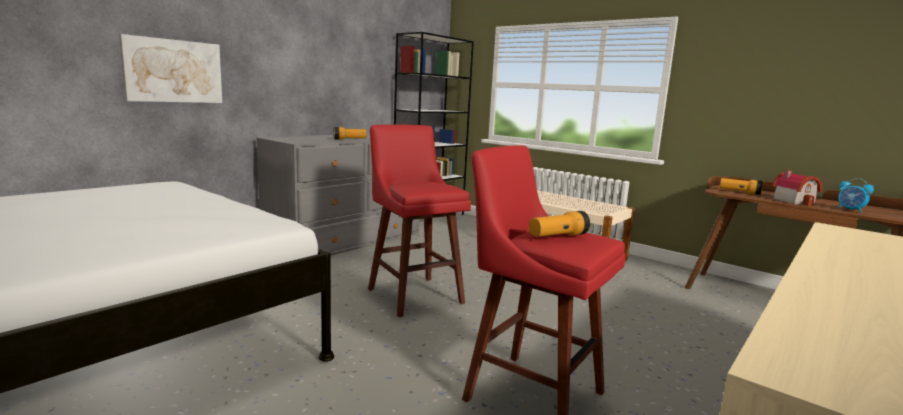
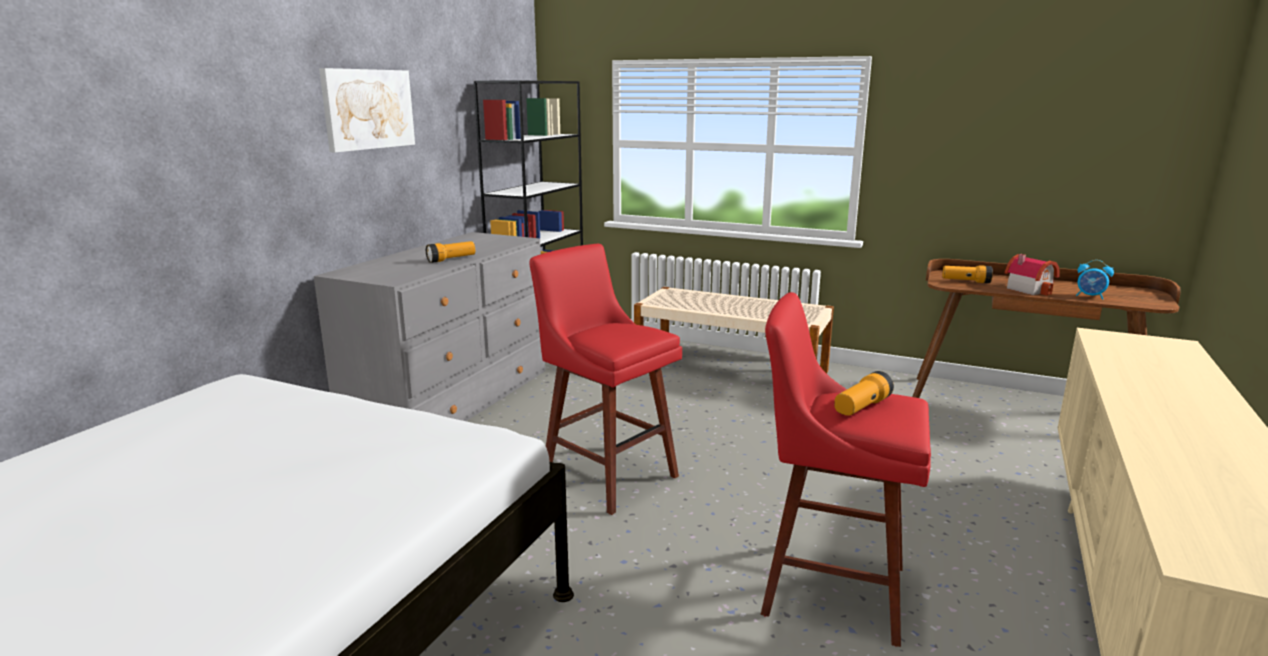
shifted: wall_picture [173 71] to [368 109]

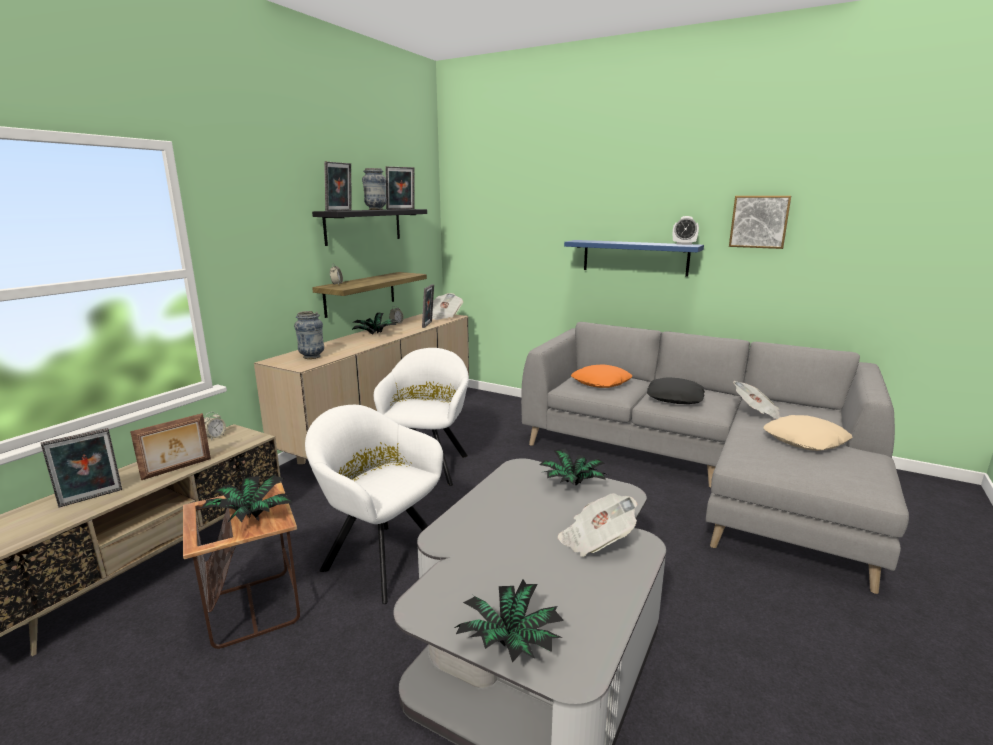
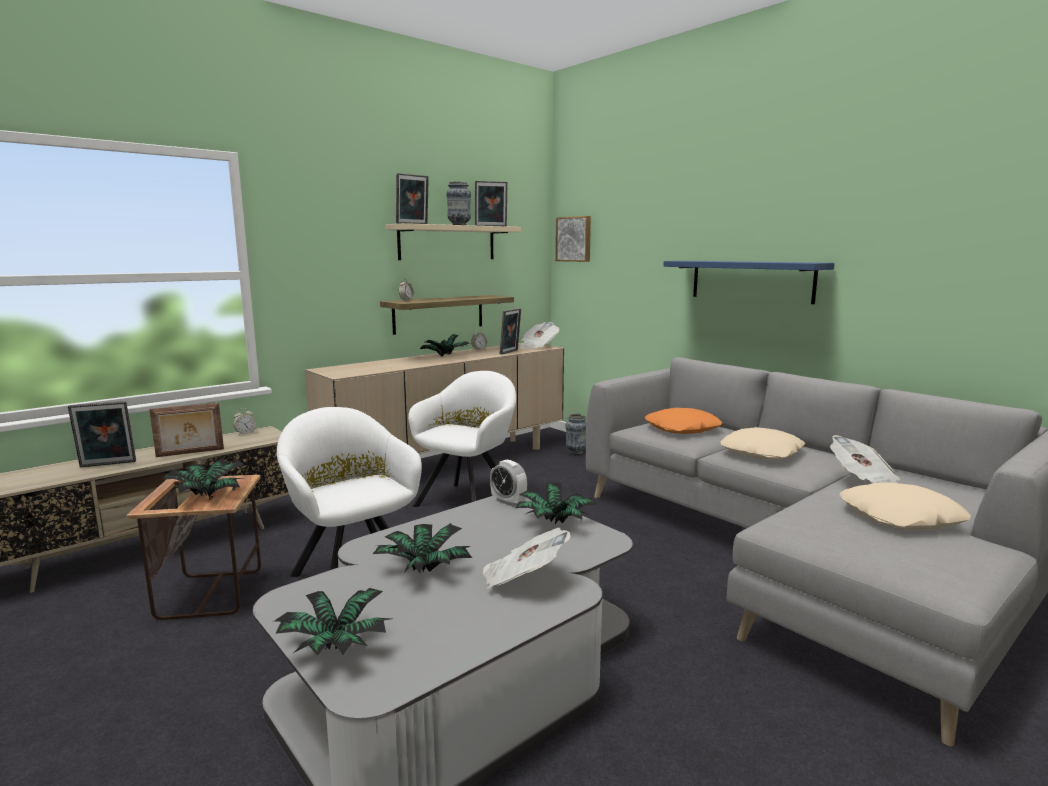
new: potted_plant [423 569]
shifted: decorative_vase [312 357] to [576 452]; bedside_clock [684 244] to [508 502]; wall_picture [759 221] to [574 239]
repainted: blackish_wall_shelf [363 226] to sand-coloured_wall_shelf [447 243]; blackish_throw_pillow [675 397] to sand-coloured_throw_pillow [762 453]

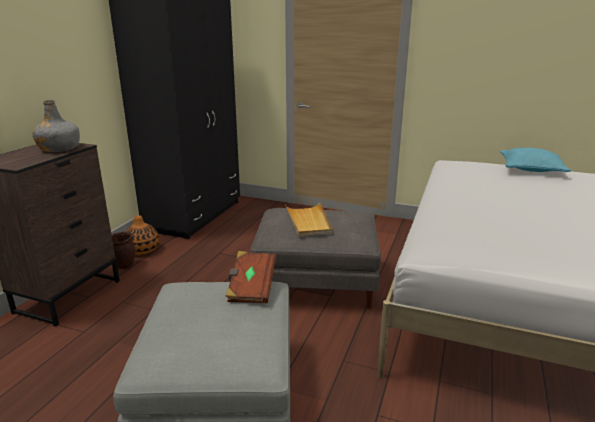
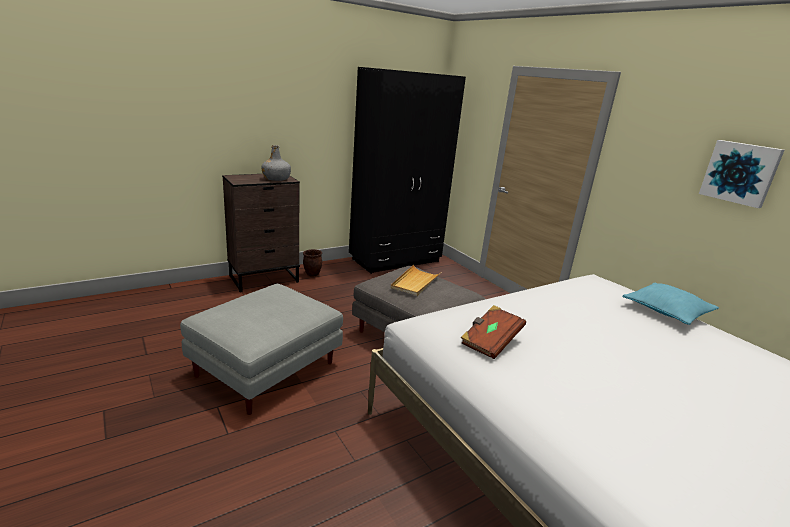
gone: decorative_vase [142 250]
new: wall_picture [740 173]
shifted: brownish_bound_book [251 288] to [490 342]

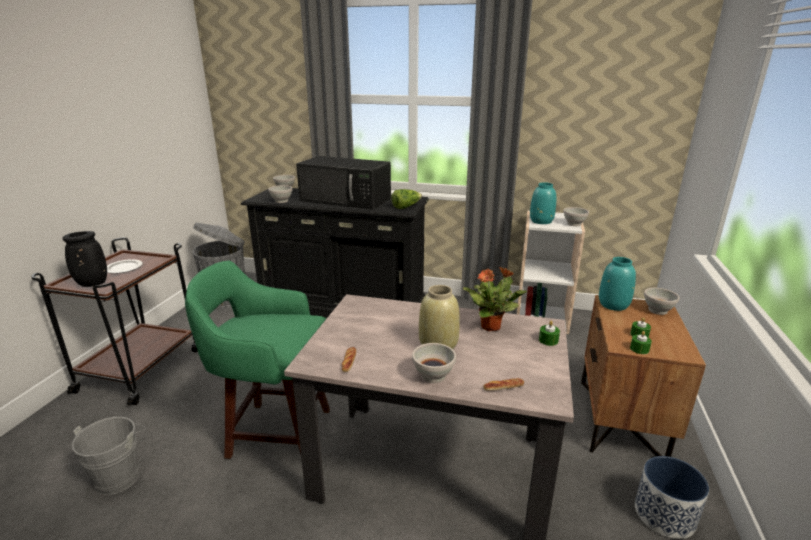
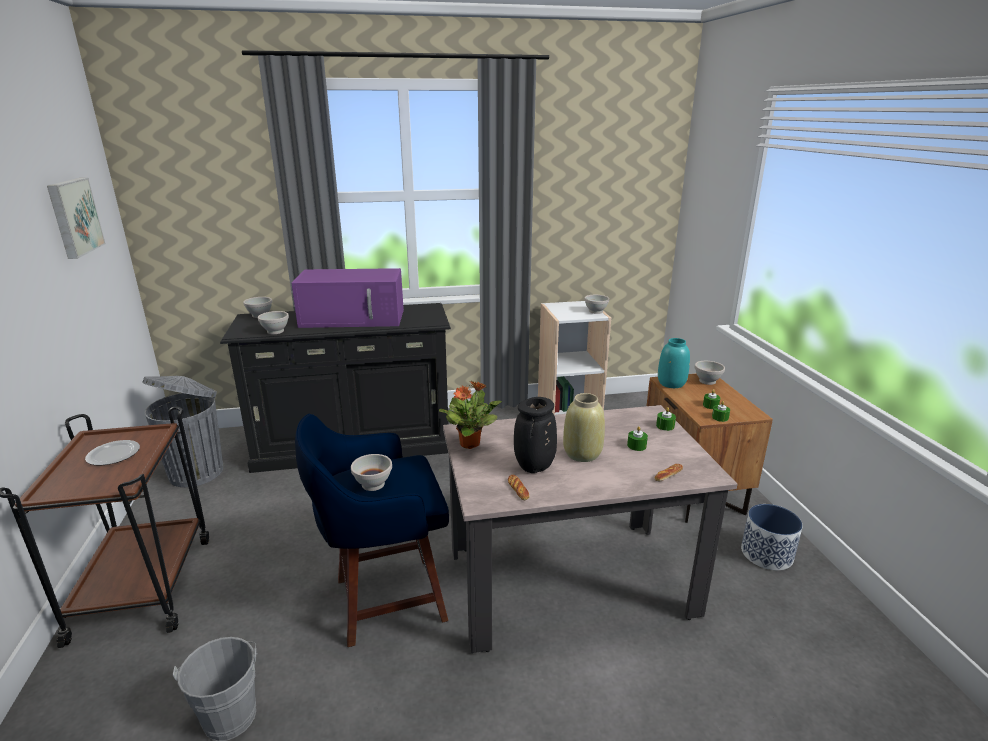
gone: lettuce_head [406 207]; turquoise_decorative_vase [541 221]
new: wall_picture [73 217]; green-coloured_candle [636 446]
shifted: blackish_decorative_vase [91 284] to [534 467]; white_serving_bowl [434 376] to [374 484]; potted_plant [491 326] to [470 443]
repainted: green-coloured_stool [275 432] to bluish_stool [384 601]; blackish_microwave [347 199] to purple_microwave [354 318]

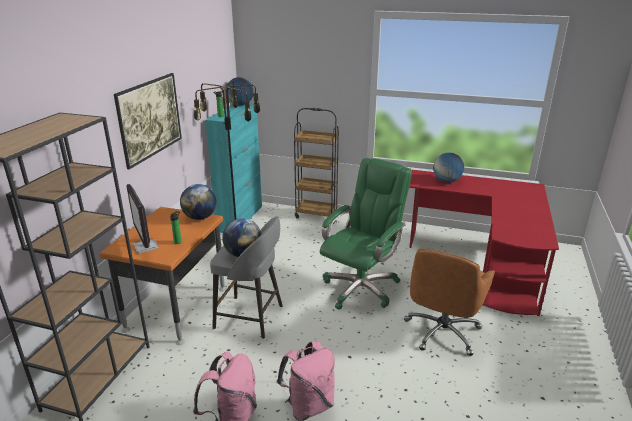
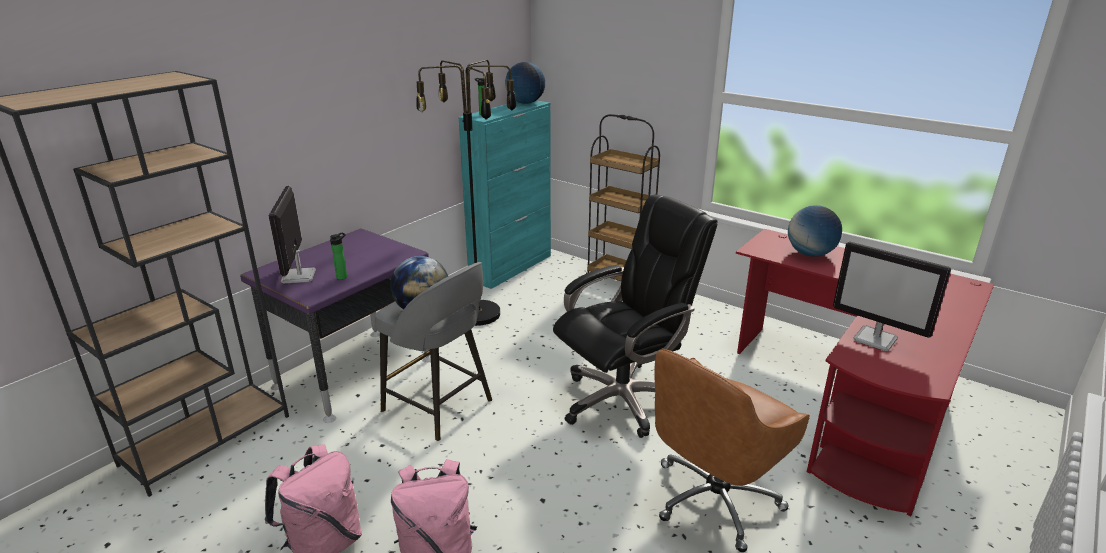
gone: wall_picture [152 135]; globe [200 217]
new: monitor [876 339]
repainted: orange_desk_unit [176 308] to purple_desk_unit [354 371]; green-coloured_desk_chair [361 287] to blackish_desk_chair [623 399]

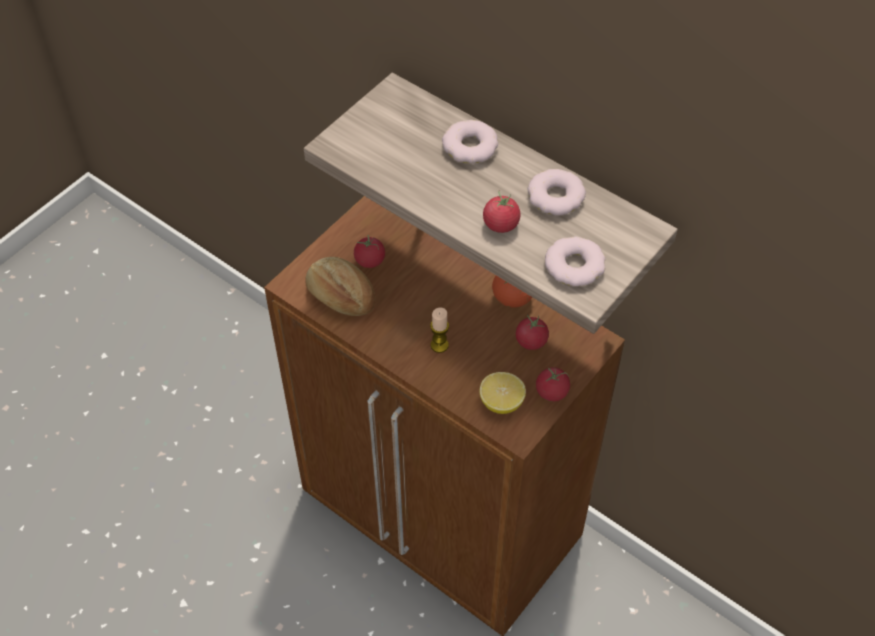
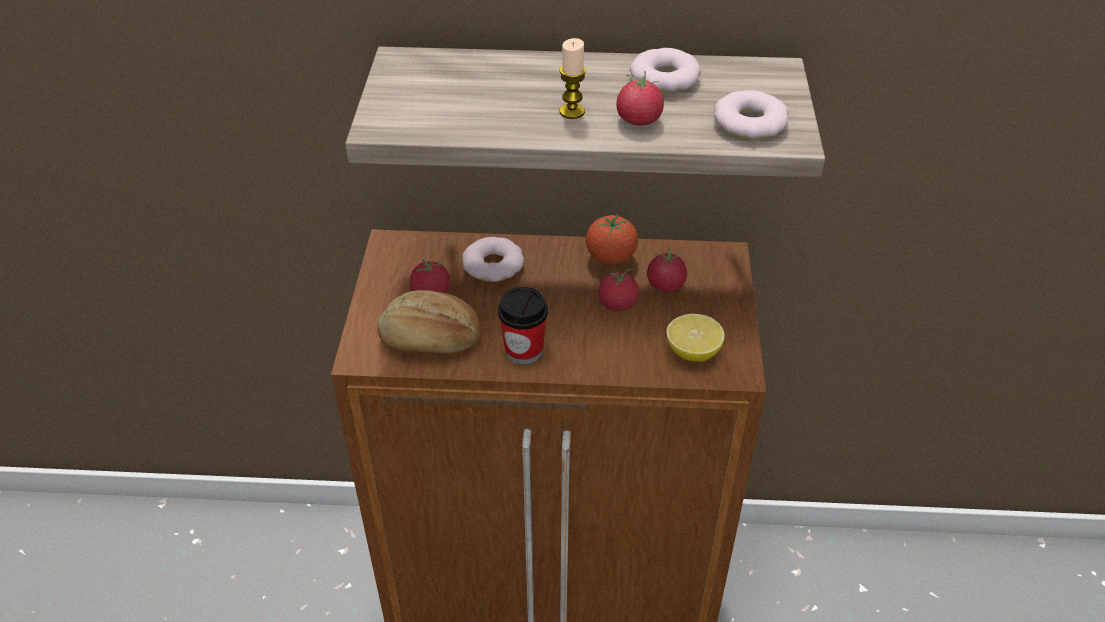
new: drinking_cup [524 351]
shifted: candle [439 345] to [572 111]; donut [470 147] to [493 265]; whole_tomato [551 392] to [618 304]

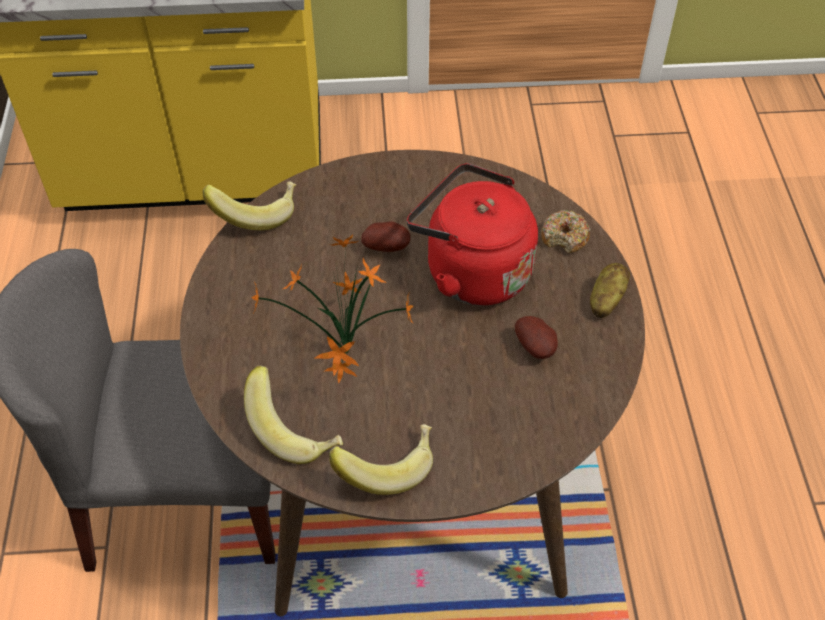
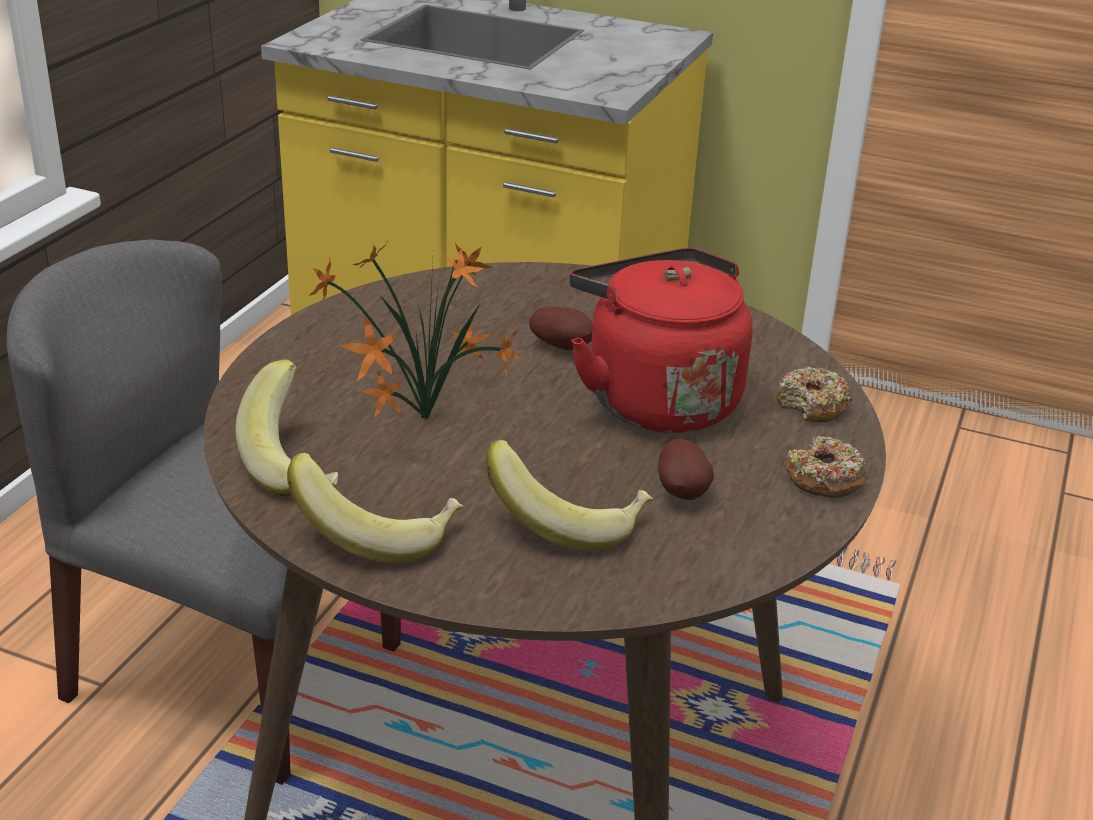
shifted: whole_banana [256 213] to [568 523]
swapped: spud [605 300] to donut [824 479]

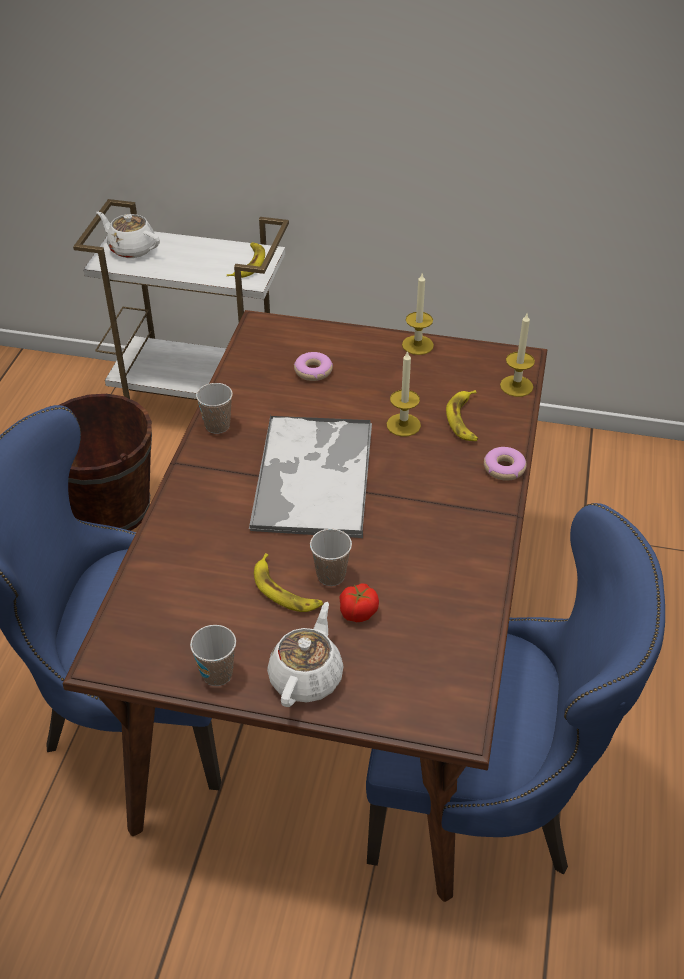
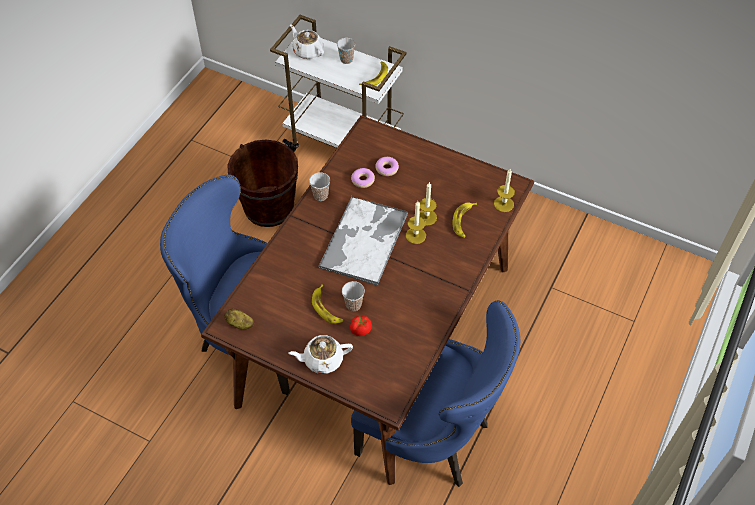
new: spud [239 324]
shifted: drinking_cup [217 674] to [346 60]; candle [417 345] to [415 235]; donut [504 468] to [362 180]
rotated: white_pot_for_tea [306 676] = [322 360] 135 degrees counterclockwise

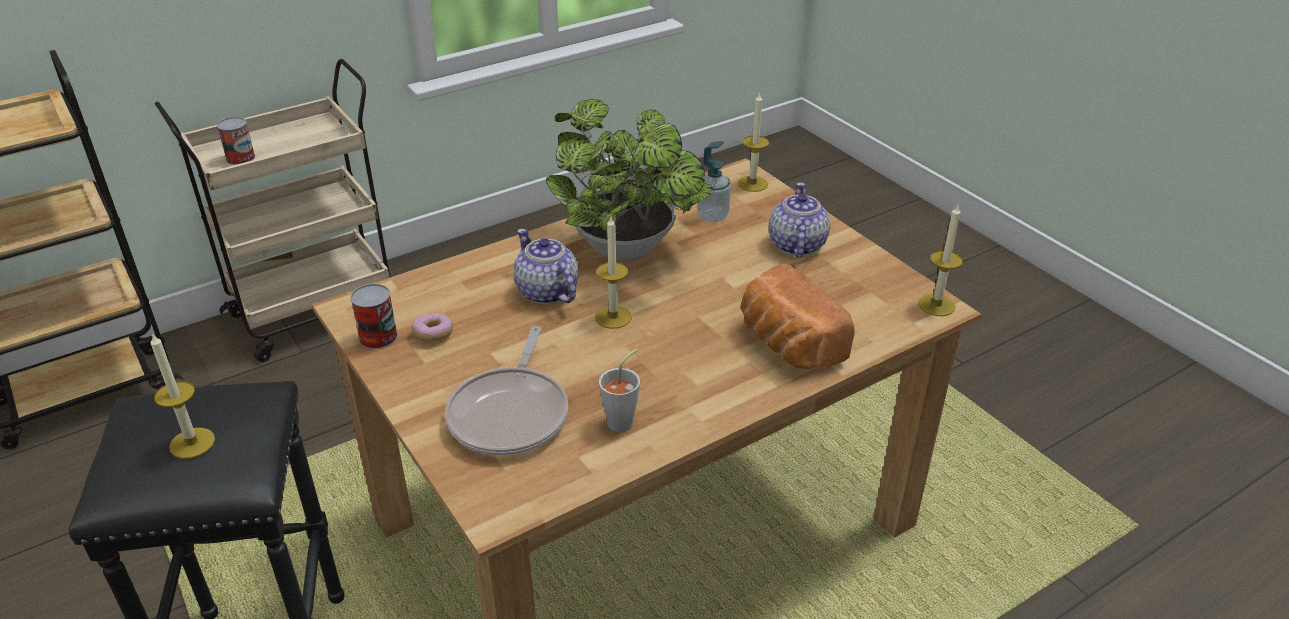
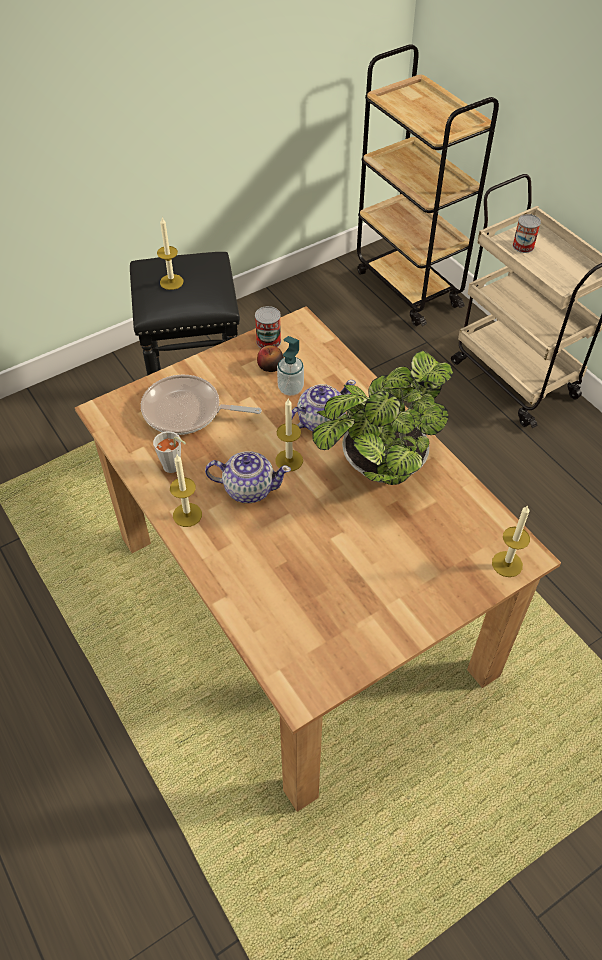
gone: baked_bread [787 344]
shifted: soap_bottle [712 216] to [290 388]; pot_for_tea [796 245] to [248 488]; candle [936 305] to [187 515]
swapped: donut [433 335] to apple [270 366]

